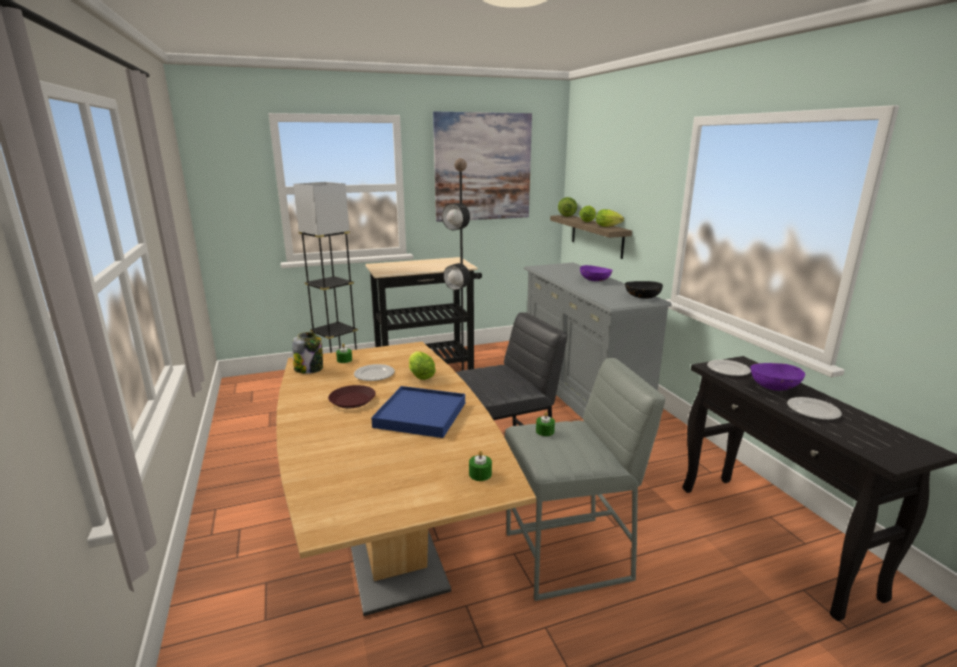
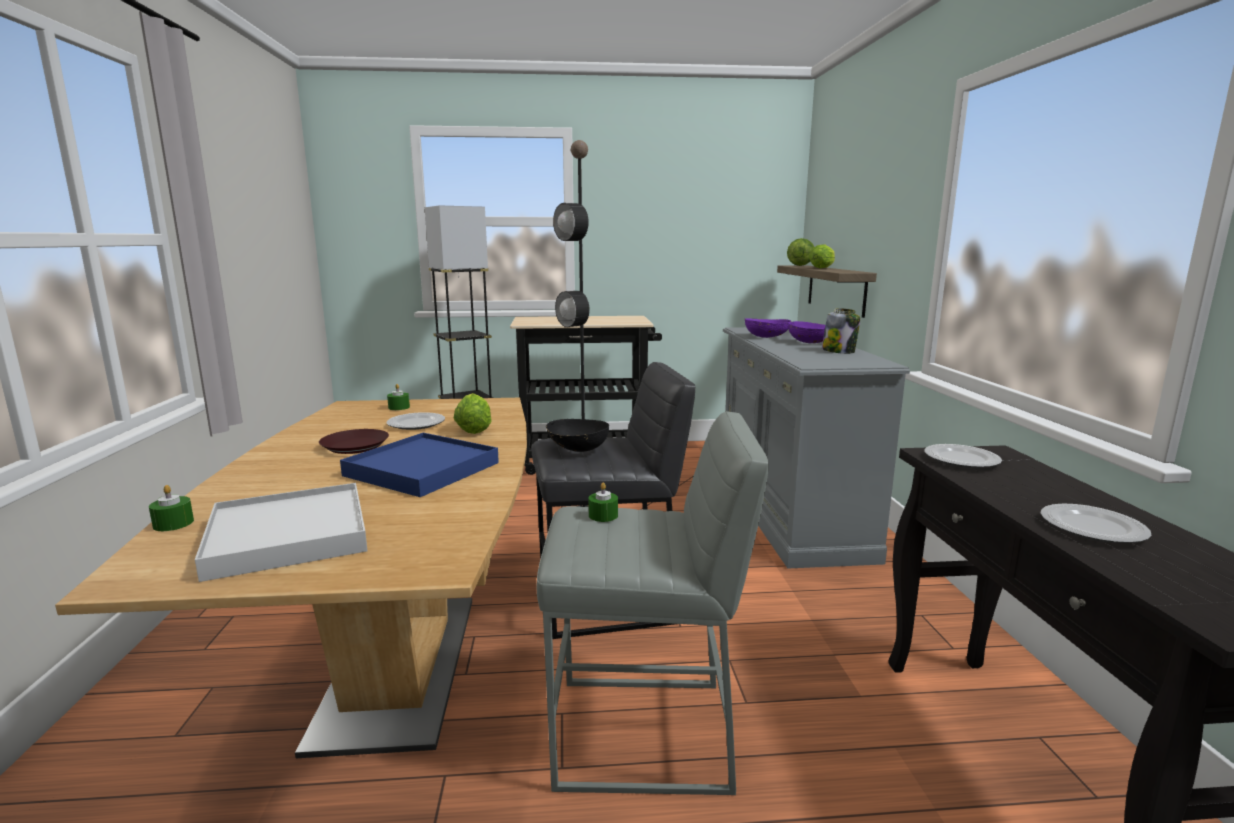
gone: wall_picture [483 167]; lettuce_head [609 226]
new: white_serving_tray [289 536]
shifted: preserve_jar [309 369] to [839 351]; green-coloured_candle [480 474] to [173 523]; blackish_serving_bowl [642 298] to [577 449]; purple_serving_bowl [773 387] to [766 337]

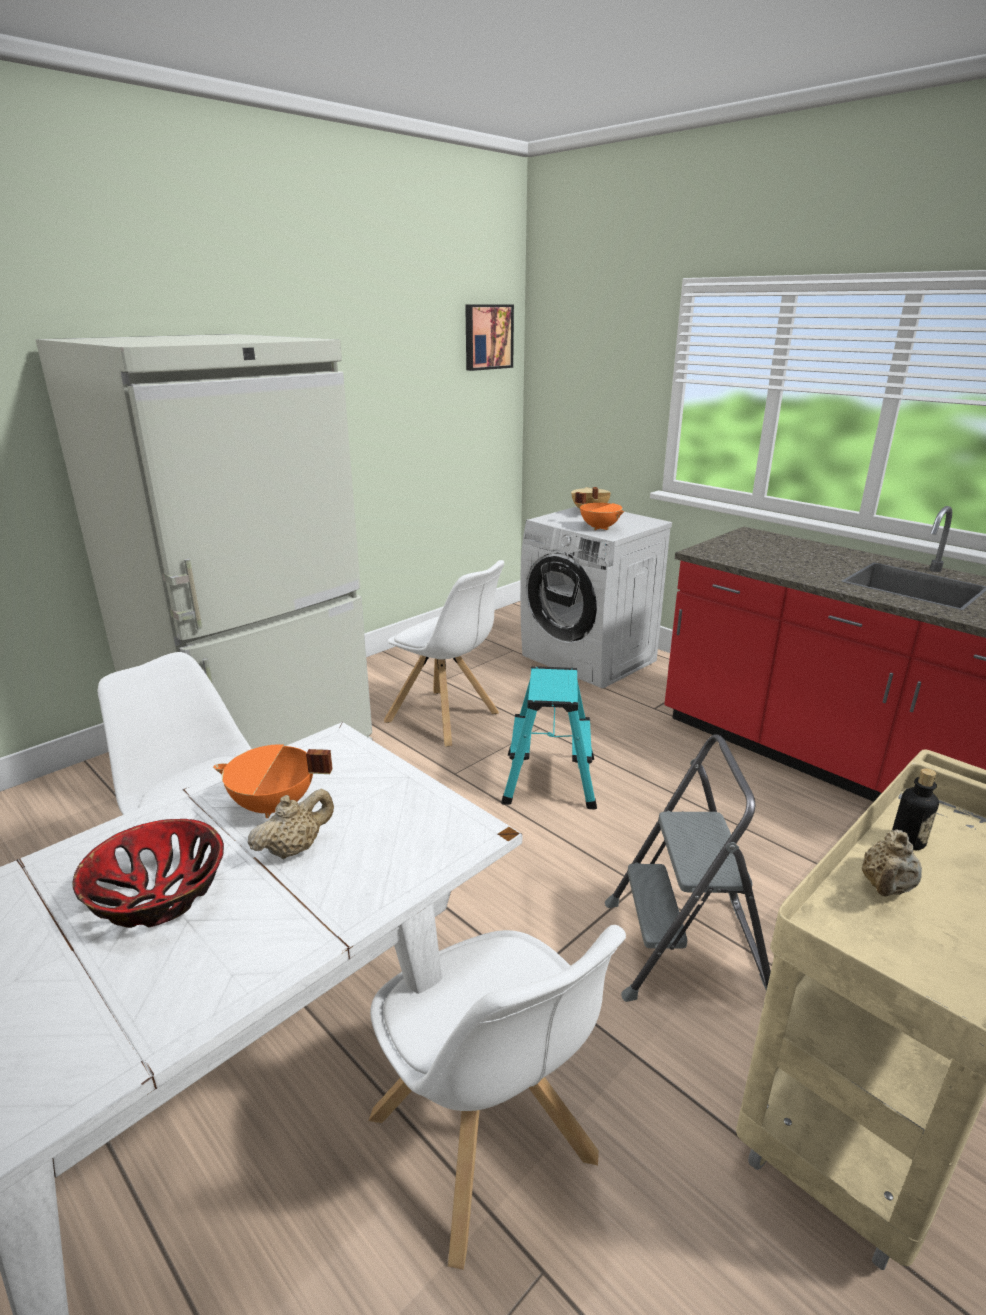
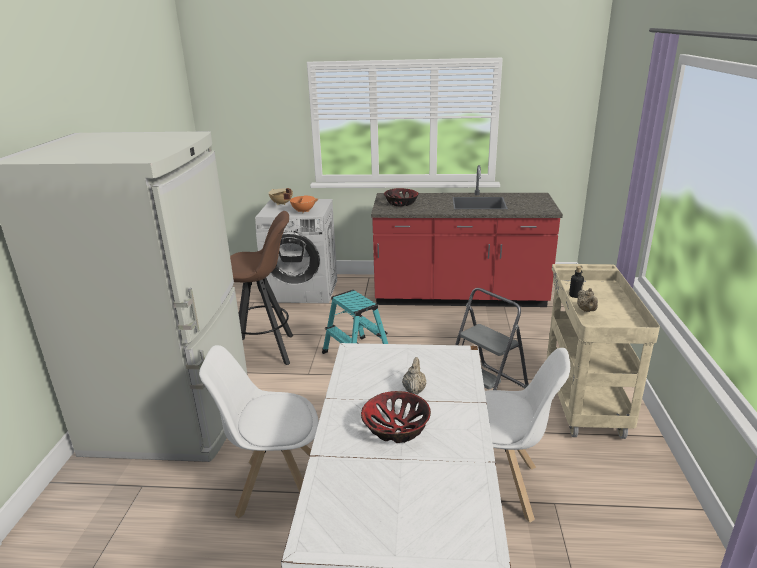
gone: orange_stockpot [274 806]; wall_picture [487 337]
new: serving_bowl [401 203]
swapped: white_plain_chair [446 718] to brownish_stool [266 351]

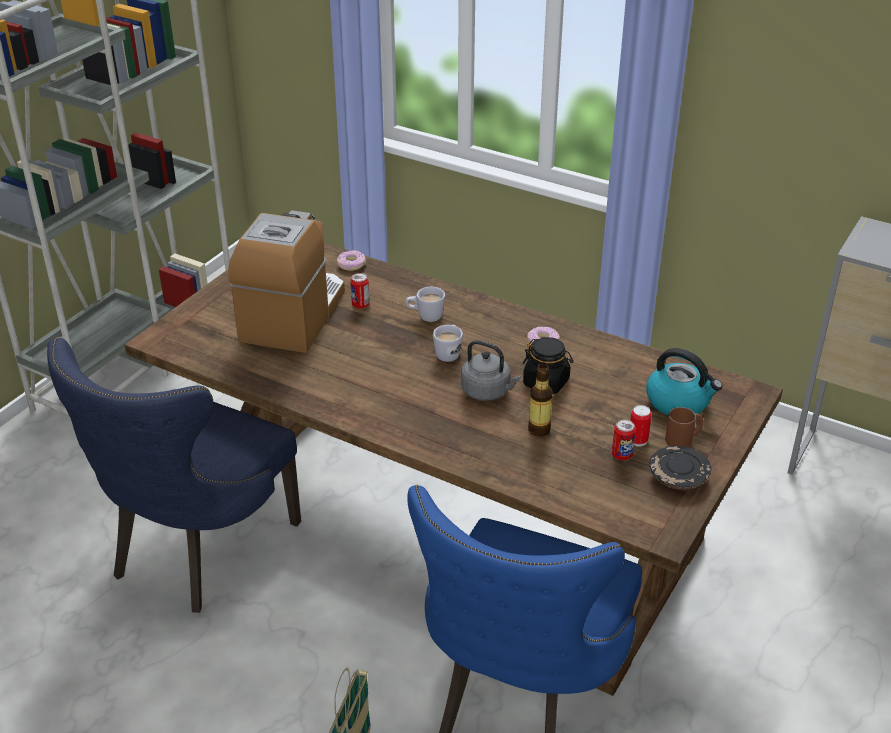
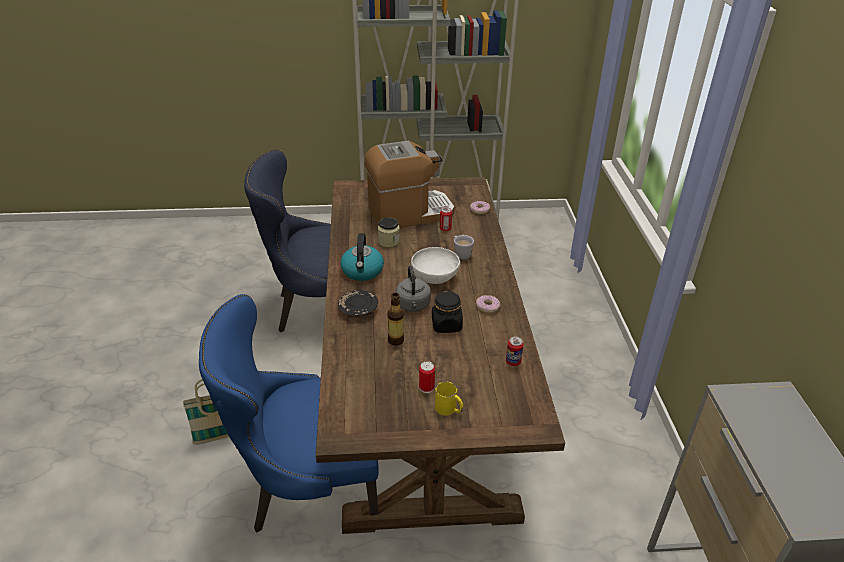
new: preserve_jar [388 241]
shifted: sealed_can [621 455] to [513 362]; tea_kettle [679 402] to [362 271]; blackish_dinner_plate [678 476] to [358 309]
swapped: white_tea_mug [449 353] to white_serving_bowl [435 276]
repainted: brownish_tea_mug [683 439] to yellowish_tea_mug [449 409]

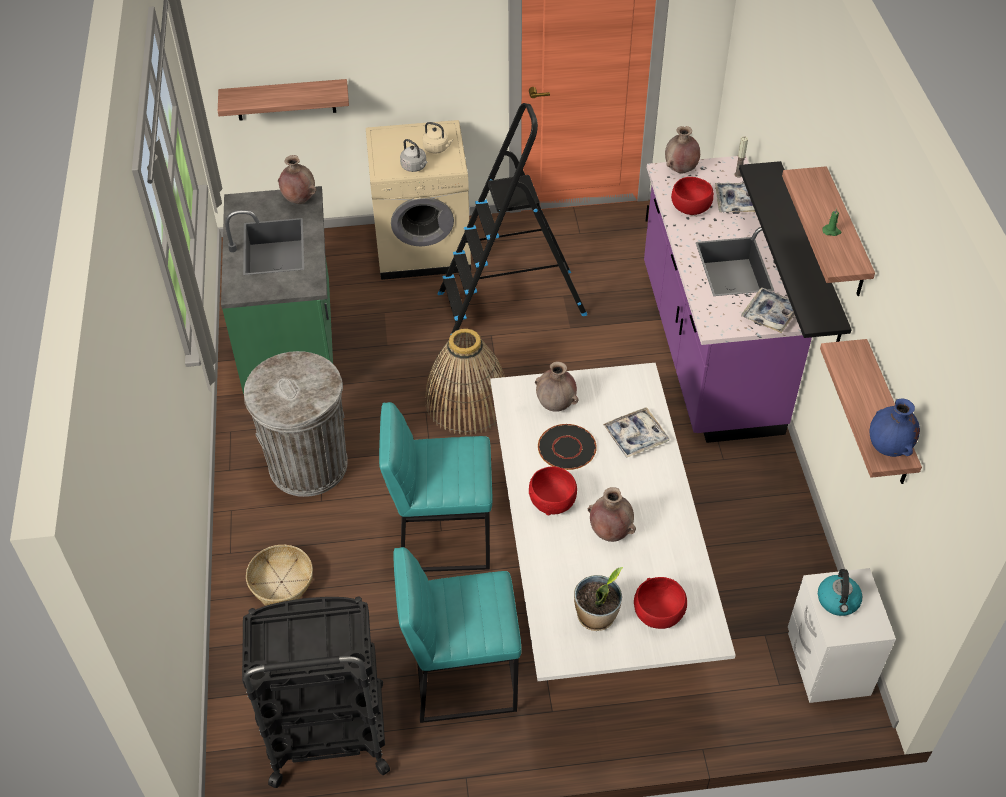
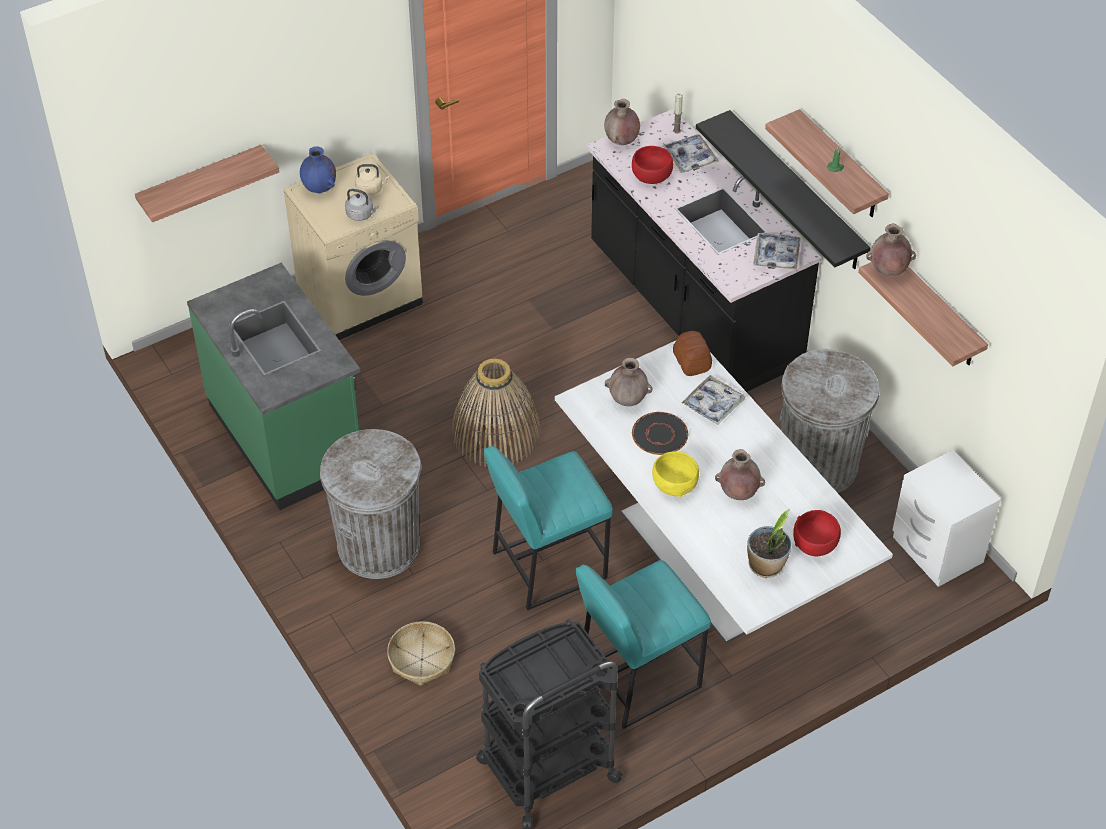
gone: blackish_step_stool [511 304]; tea_kettle [838 601]
new: baked_bread [691 362]; grey_waste_bin [818 465]
shifted: brownish_decorative_vase [299 200] to [888 271]; bluish_decorative_vase [888 449] to [320 189]
repainted: red_serving_bowl [552 501] to yellowish_serving_bowl [674 485]; purple_kitchen_base_unit [707 348] to blackish_kitchen_base_unit [692 307]

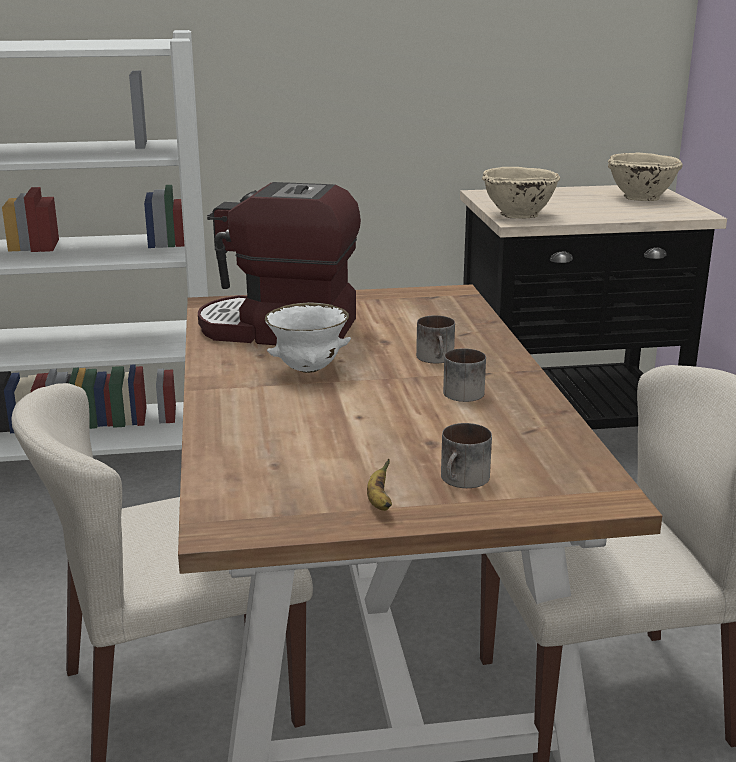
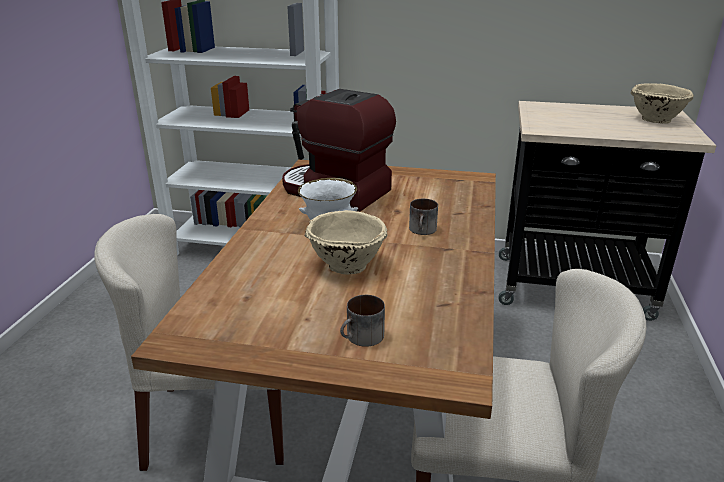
gone: whole_banana [379 502]; tea_mug [461 391]
shifted: sand-coloured_serving_bowl [517 215] to [346 265]

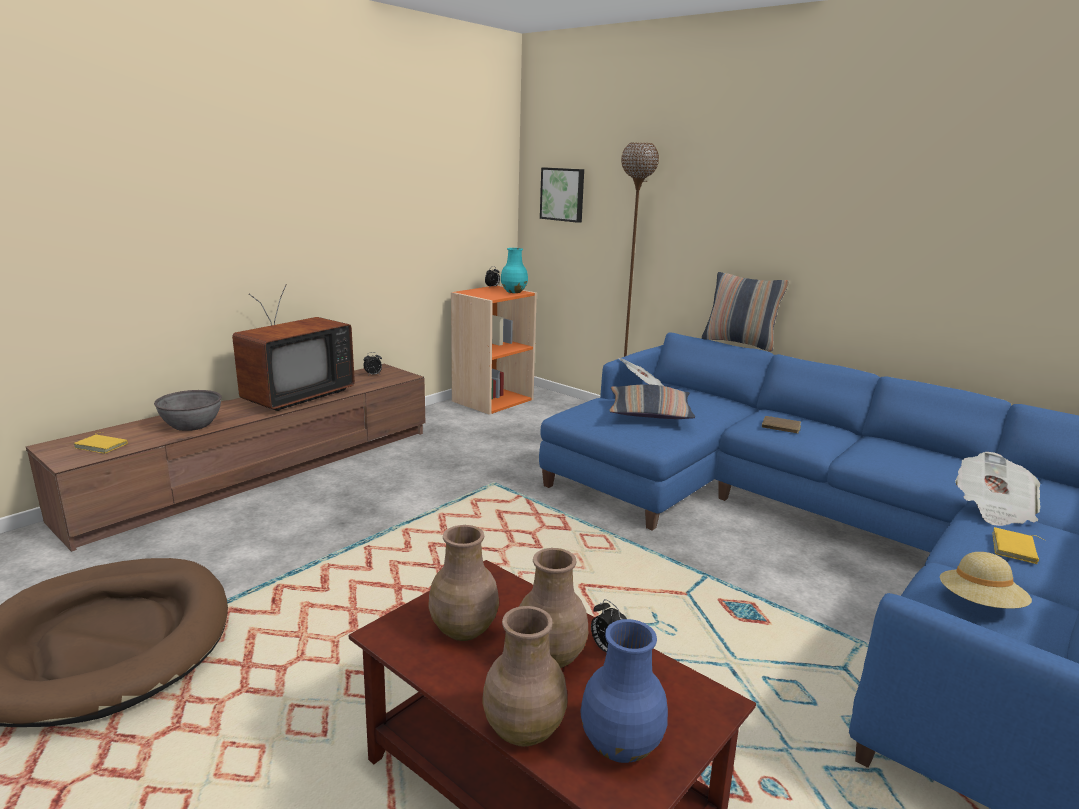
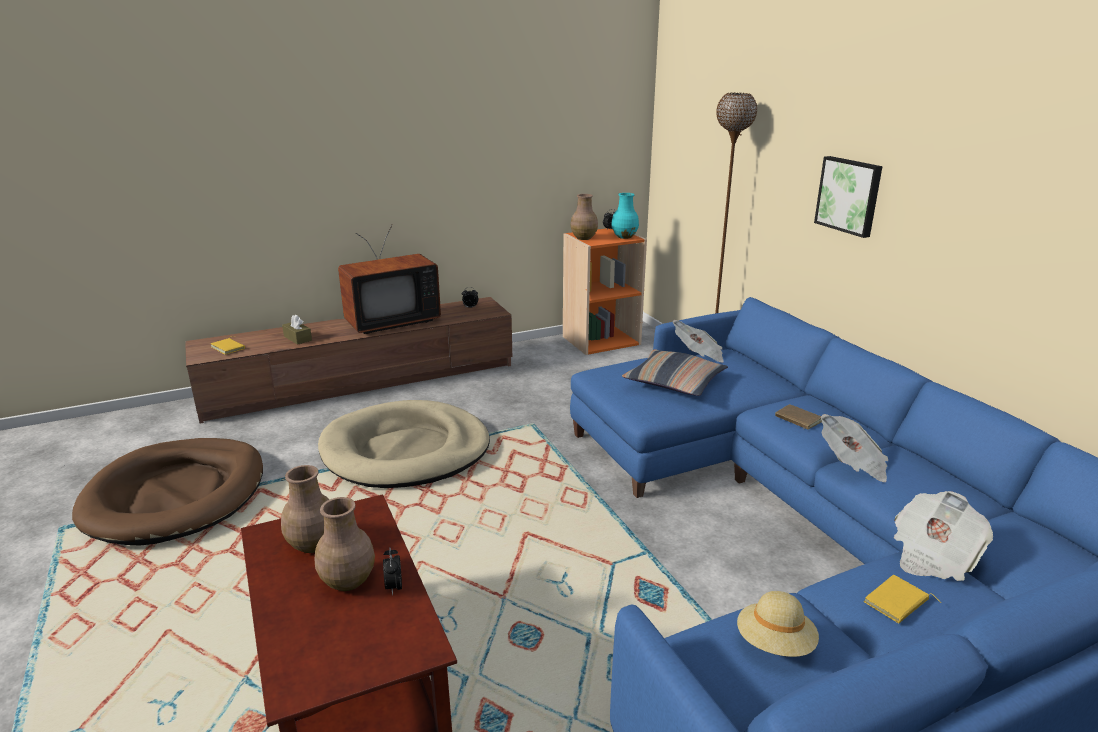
gone: bluish_decorative_vase [620 744]; throw_pillow [739 343]
new: sand-coloured_dog_cushion [406 450]; newspaper [852 464]
shifted: brownish_decorative_vase [524 729] to [584 238]; wall_picture [563 194] to [849 195]
swapped: grey_serving_bowl [191 425] to brownish_tissue_box [297 338]

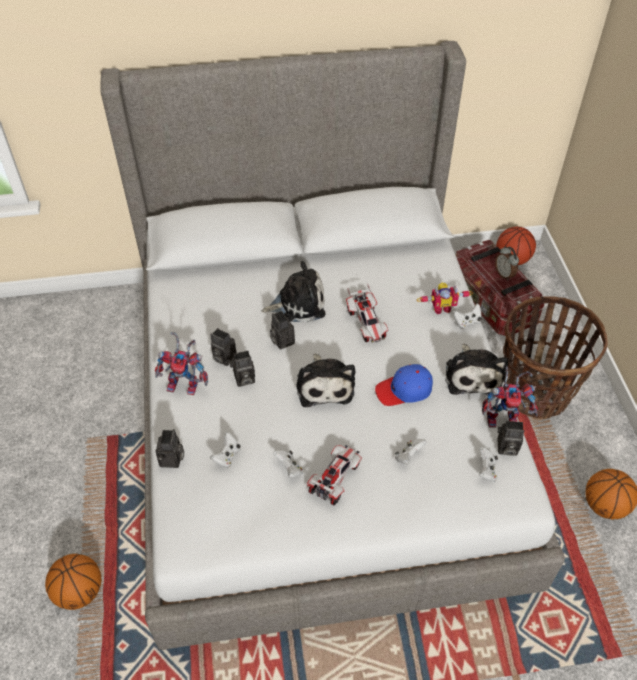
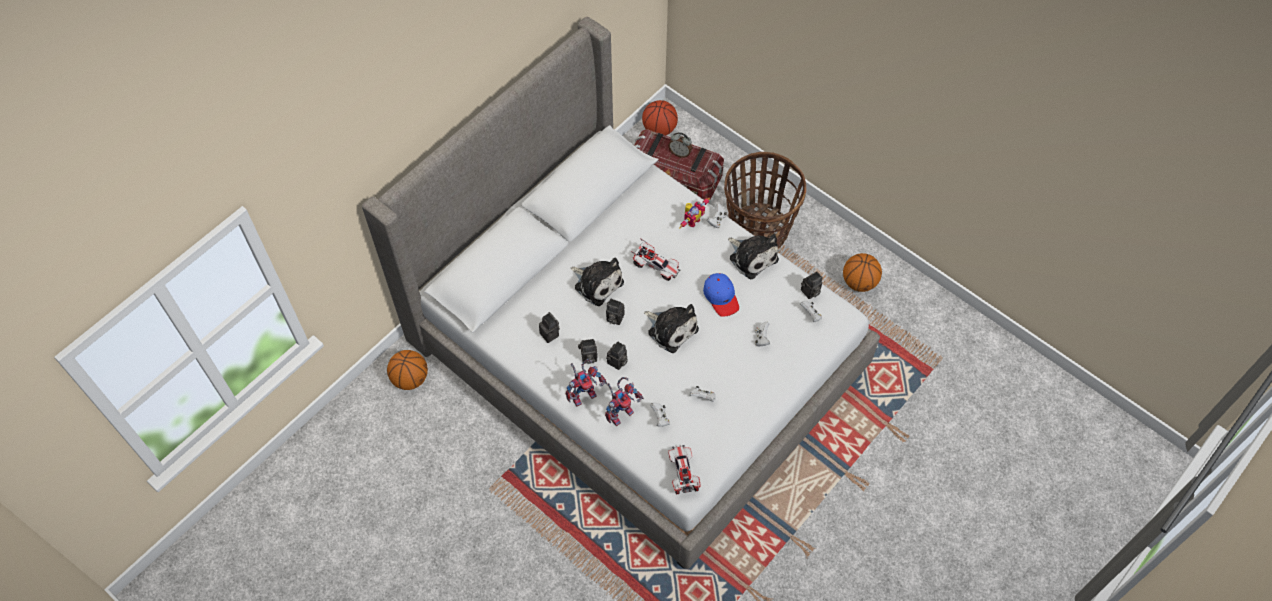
shifted: ball_for_basketball [79 592] to [410 379]; still_camera [172 460] to [551 334]; miniature_car [335 479] to [682 473]; robot_figure [504 417] to [621 411]
rotated: plush_toy [298 304] = [597 283] 90 degrees clockwise; bluish_peaked_cap [404 390] = [721 297] 60 degrees counterclockwise

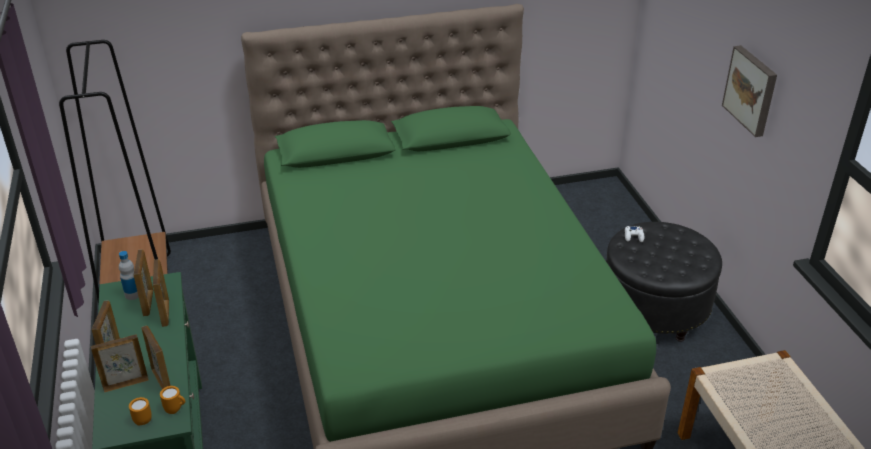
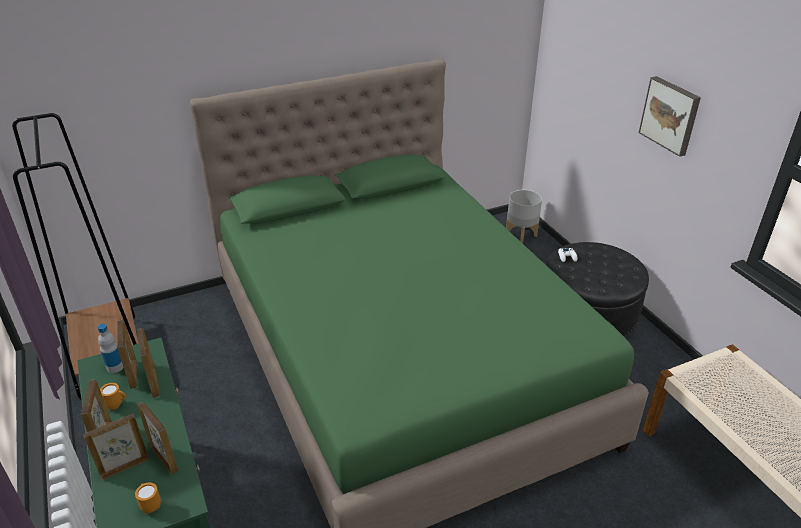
new: grey_planter [521 234]
shifted: orange_tea_mug [176 410] to [117 405]

